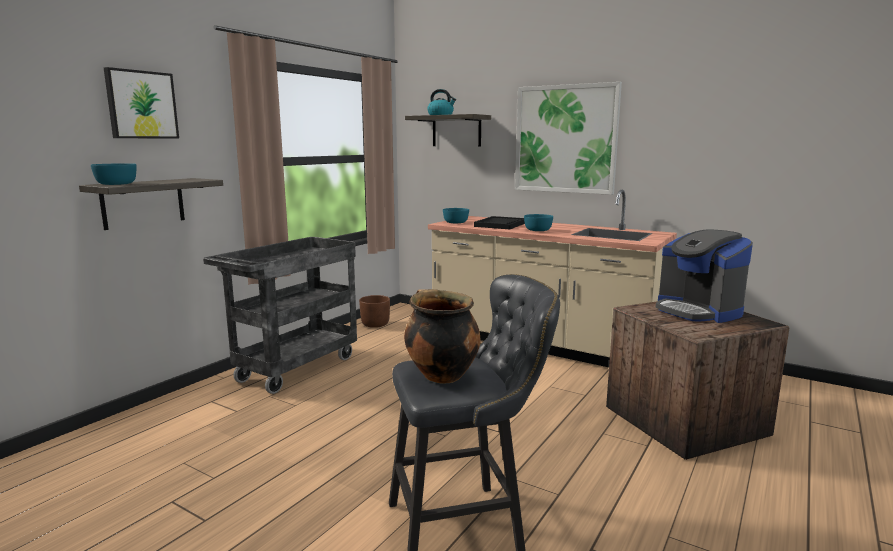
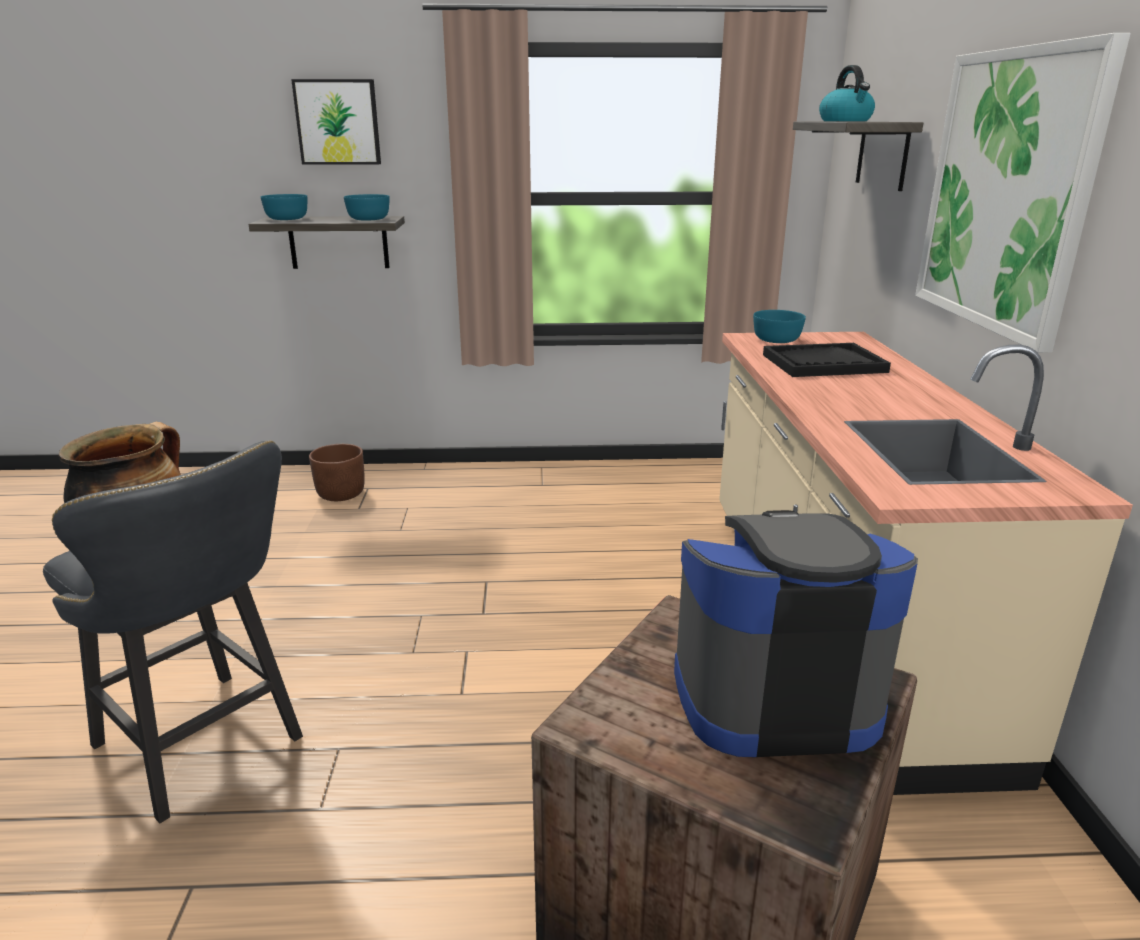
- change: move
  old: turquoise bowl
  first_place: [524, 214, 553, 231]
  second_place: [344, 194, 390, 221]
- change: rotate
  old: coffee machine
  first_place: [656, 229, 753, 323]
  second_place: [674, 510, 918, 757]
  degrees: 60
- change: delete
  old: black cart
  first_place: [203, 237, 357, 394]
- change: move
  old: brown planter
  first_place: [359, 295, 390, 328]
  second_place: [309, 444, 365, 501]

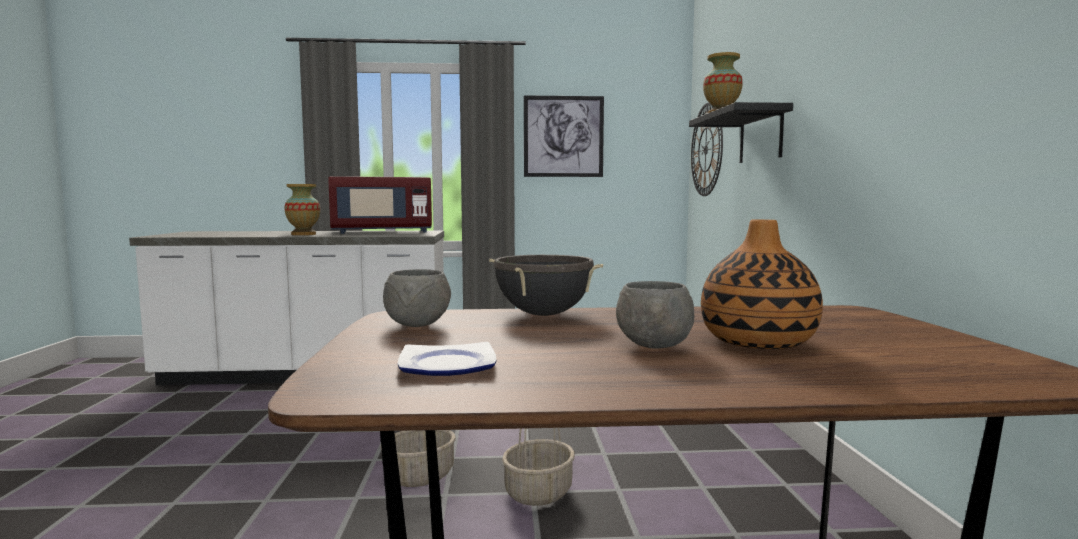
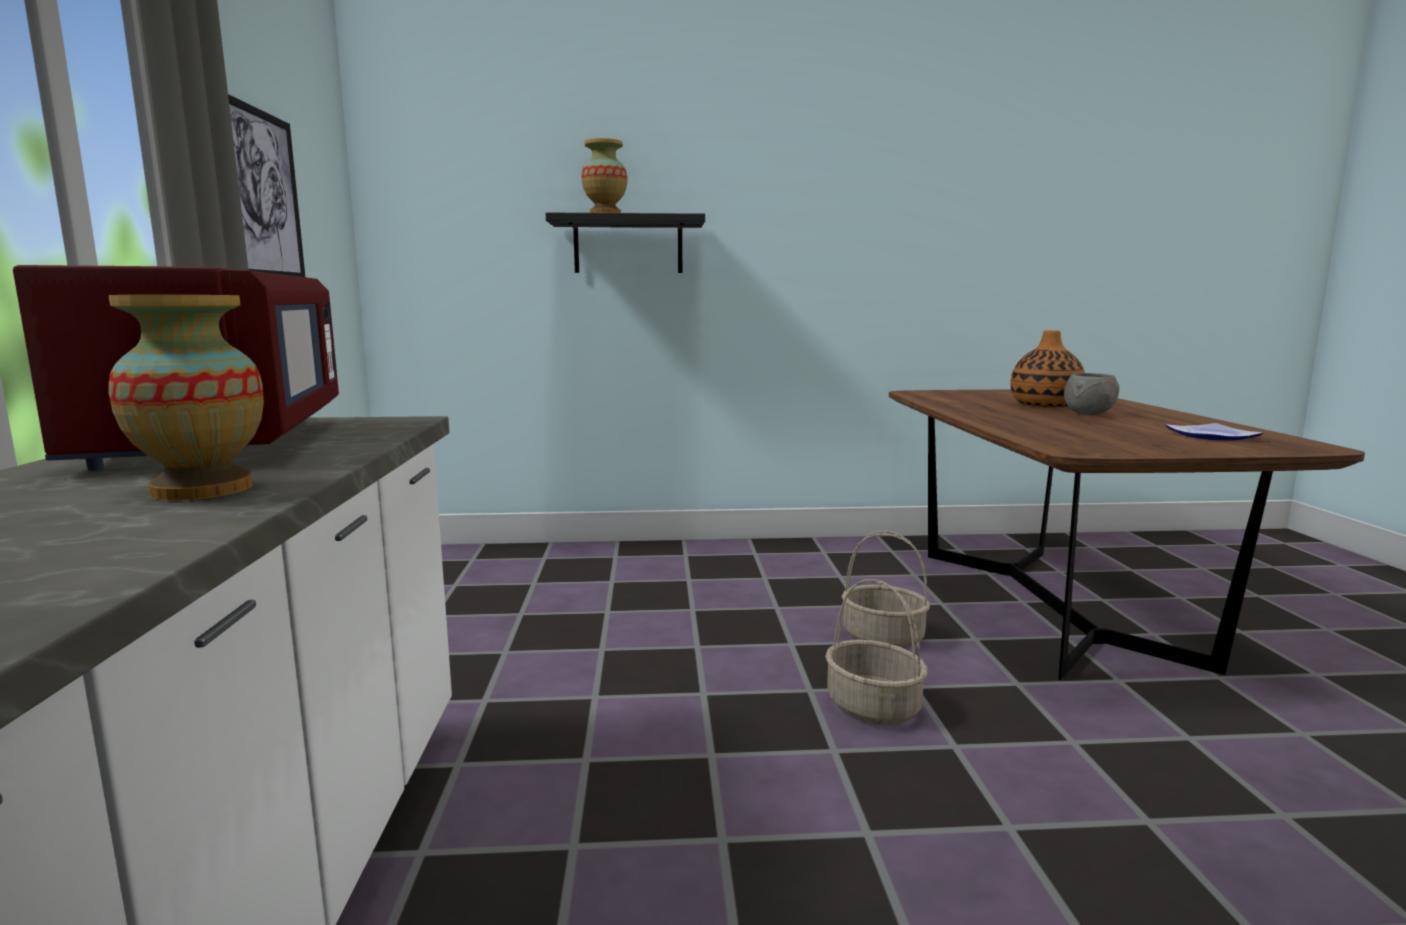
- change: delete
  old: wall clock
  first_place: [691, 102, 723, 196]
- change: delete
  old: black cooking pot
  first_place: [489, 255, 603, 316]
- change: delete
  old: grey bowl
  first_place: [383, 269, 451, 327]

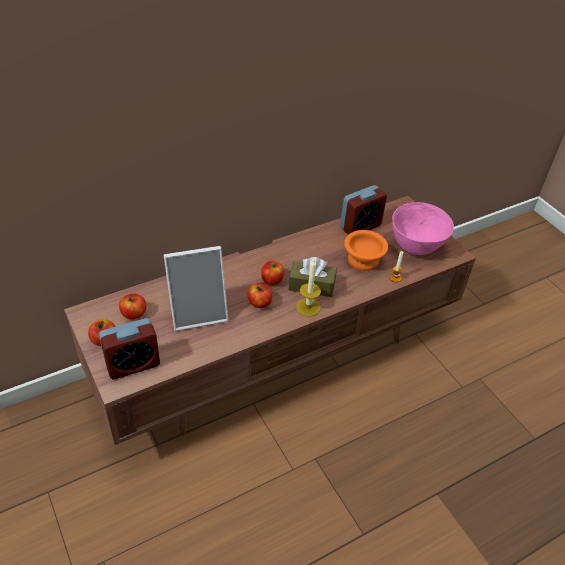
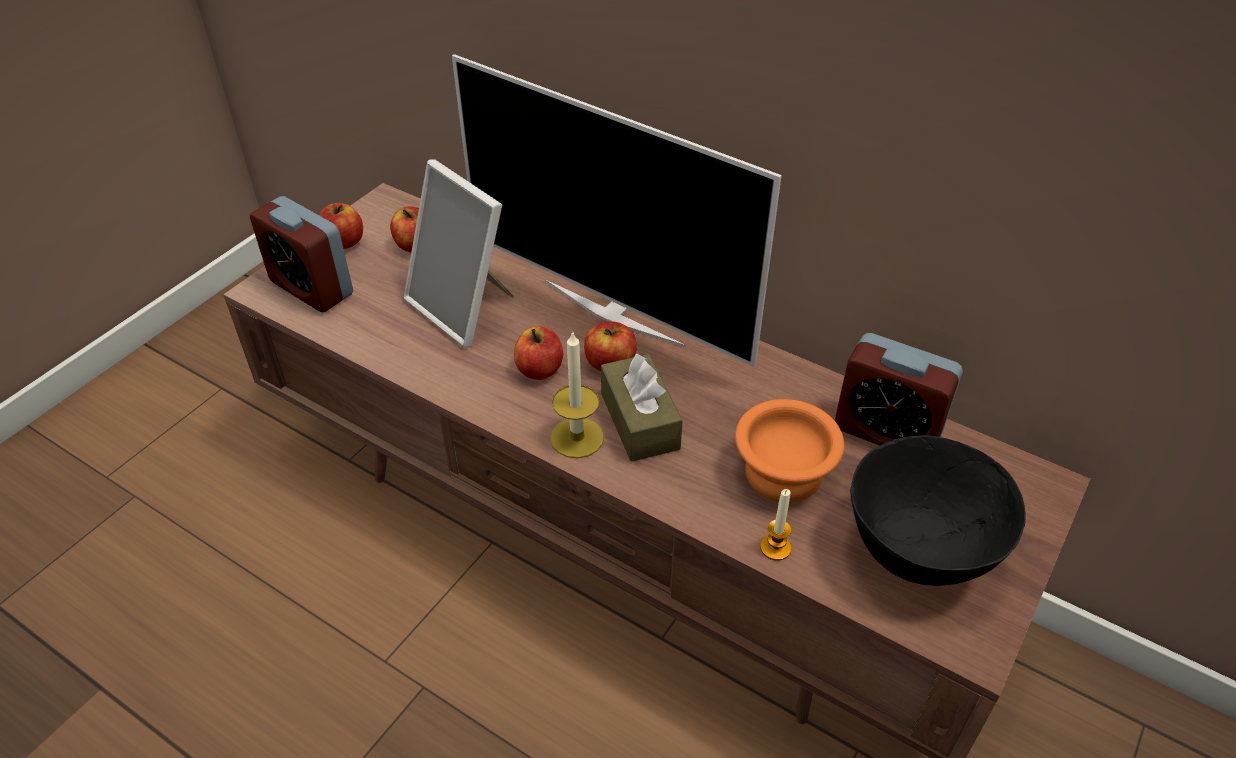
- change: recolor
  old: pink bowl
  new: black bowl
  first_place: [392, 202, 454, 255]
  second_place: [850, 435, 1026, 586]
- change: insert
  new: television
  second_place: [452, 54, 782, 367]

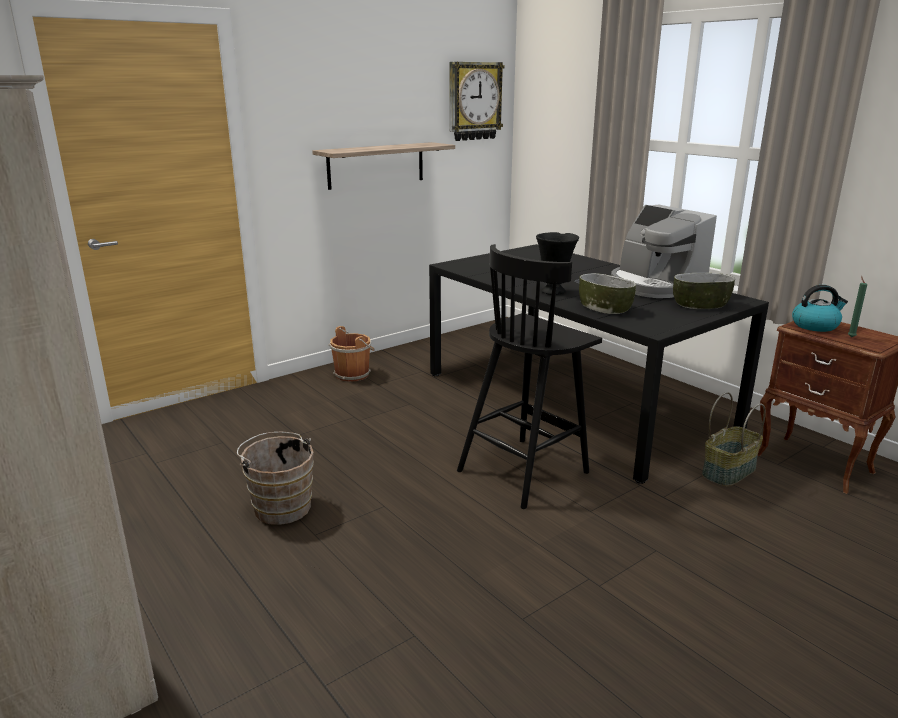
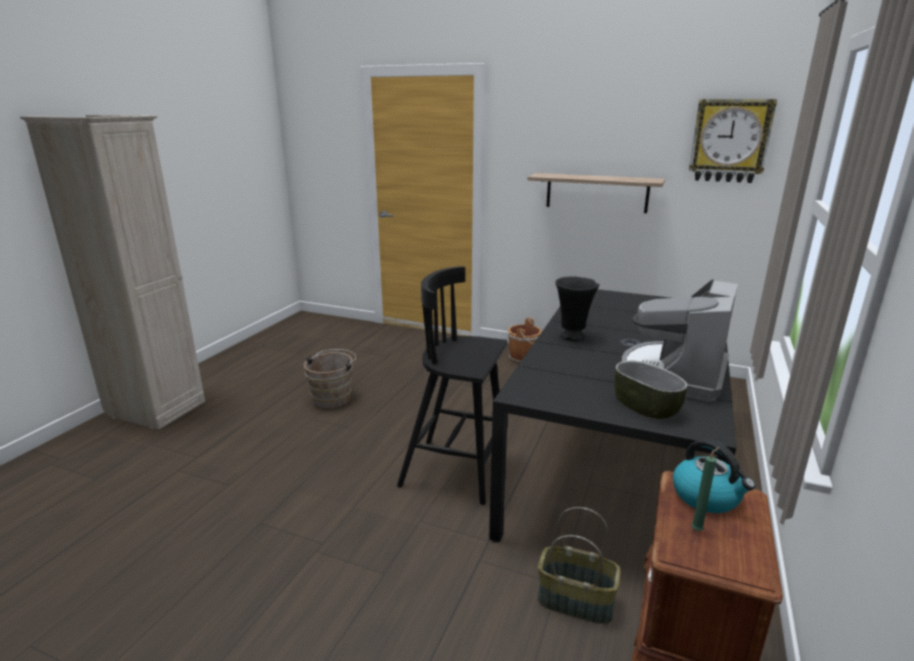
- change: delete
  old: bowl
  first_place: [579, 273, 636, 314]

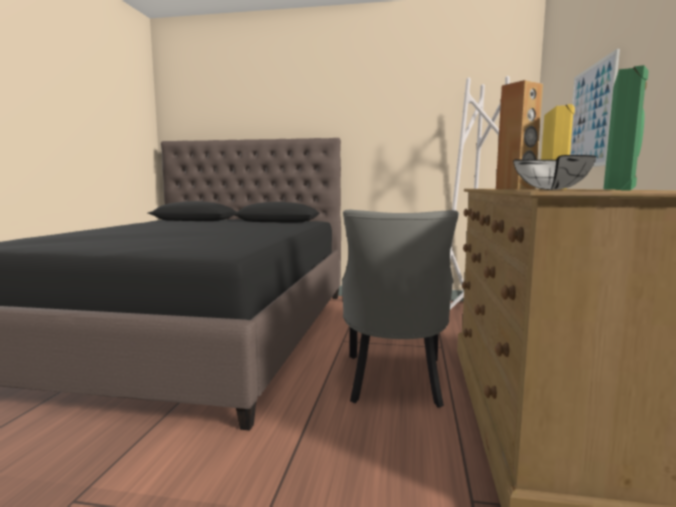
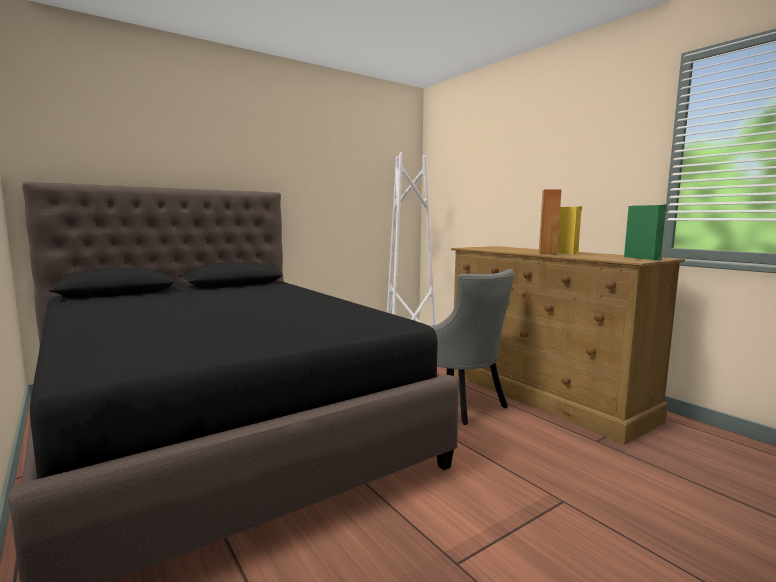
- change: delete
  old: picture
  first_place: [570, 49, 620, 167]
- change: delete
  old: white bowl
  first_place: [513, 155, 597, 190]

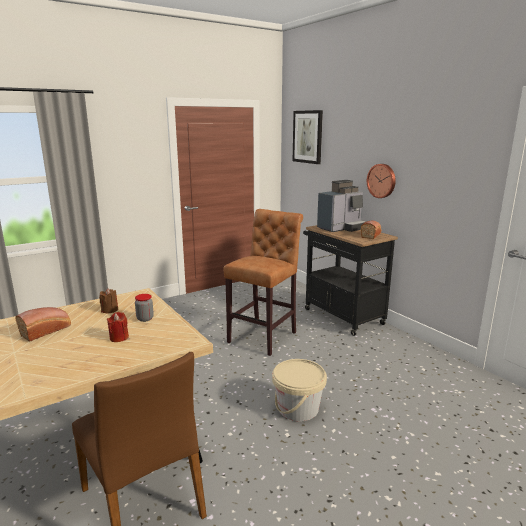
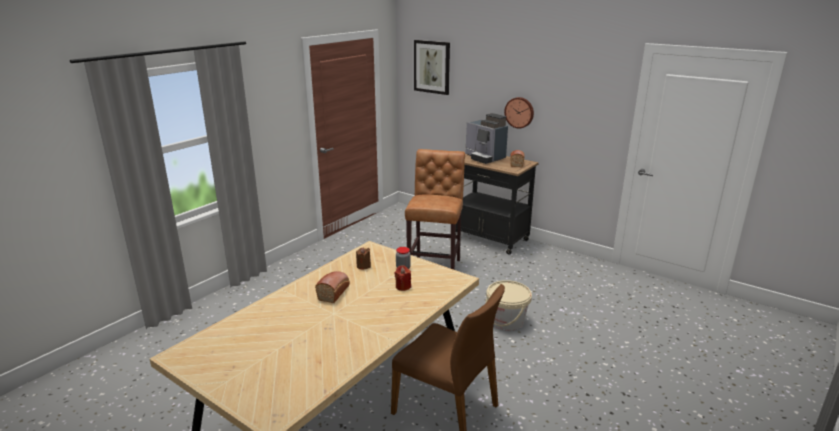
- change: rotate
  old: coffee machine
  first_place: [317, 180, 367, 232]
  second_place: [466, 113, 508, 164]
  degrees: 105

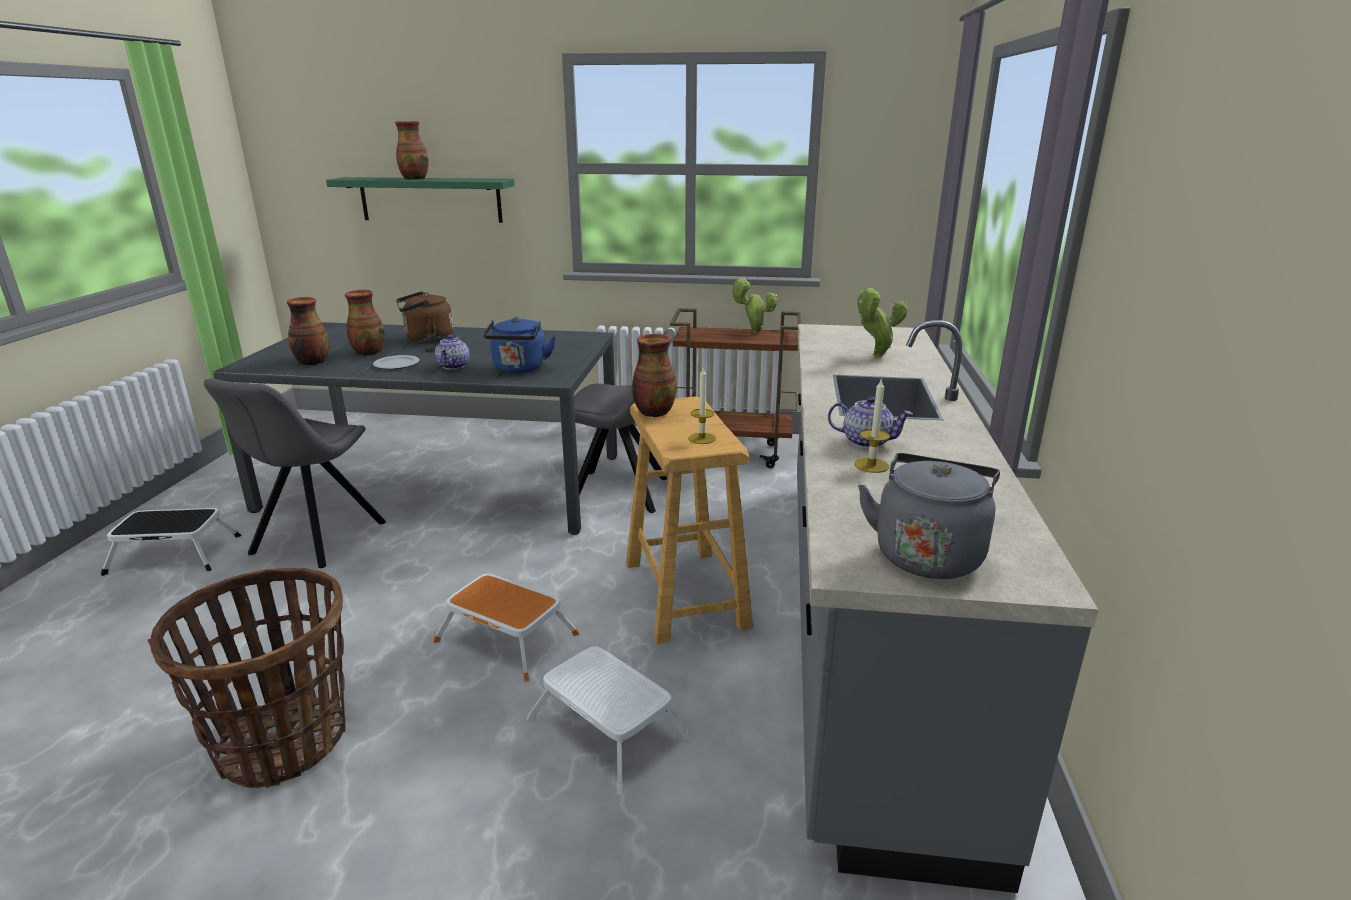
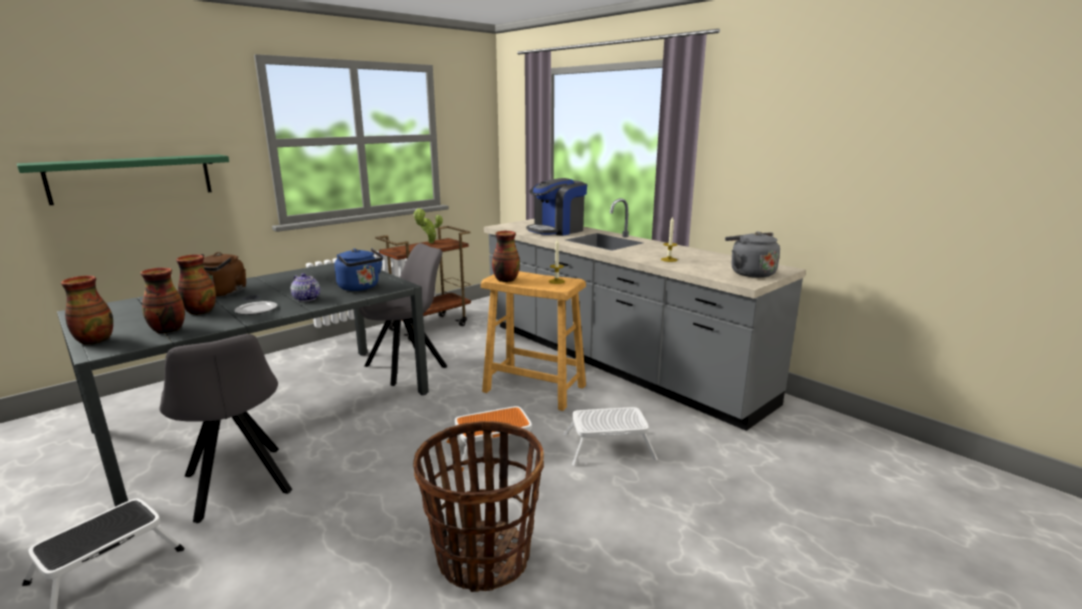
- change: move
  old: vase
  first_place: [395, 121, 429, 180]
  second_place: [61, 275, 113, 345]
- change: replace
  old: potted plant
  new: coffee machine
  first_place: [857, 288, 908, 357]
  second_place: [526, 178, 587, 236]
- change: delete
  old: teapot
  first_place: [828, 396, 913, 448]

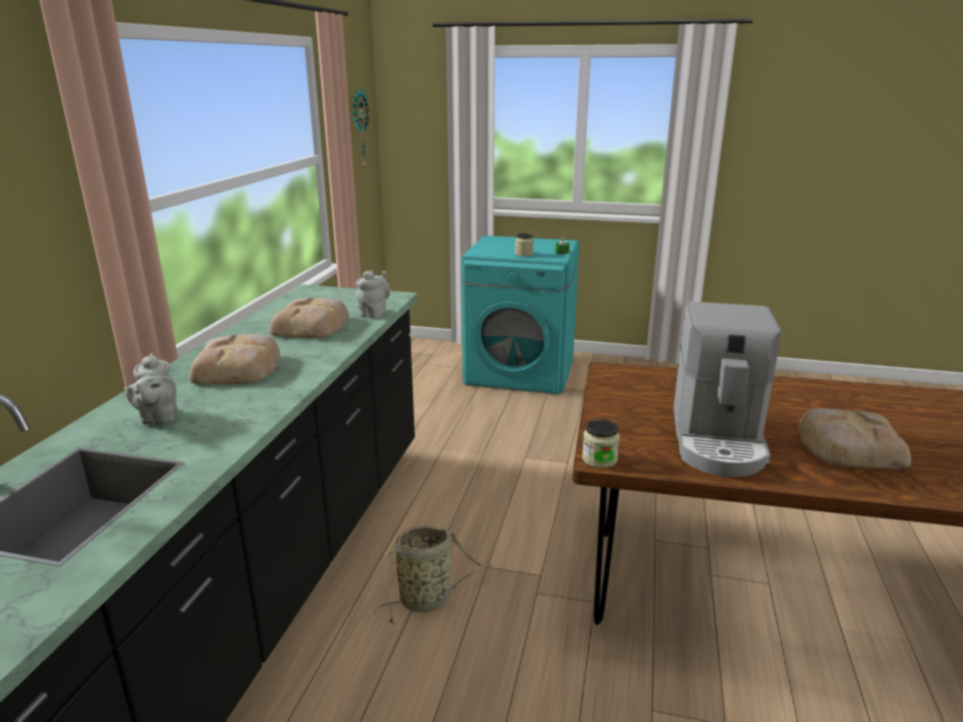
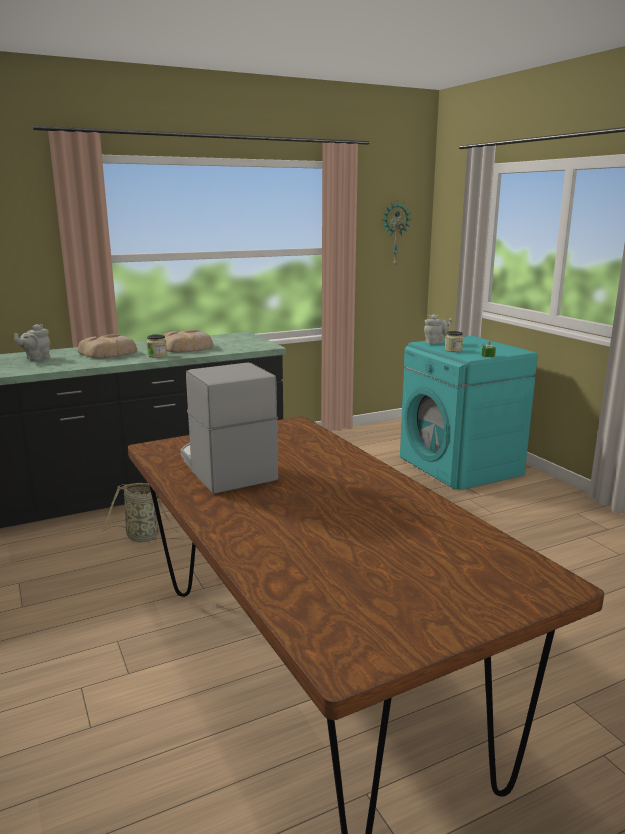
- change: move
  old: grey teapot
  first_place: [356, 270, 390, 318]
  second_place: [424, 314, 452, 344]
- change: rotate
  old: coffee machine
  first_place: [673, 302, 781, 477]
  second_place: [180, 362, 278, 494]
  degrees: 90
- change: delete
  old: bread
  first_place: [798, 408, 911, 469]
- change: move
  old: jar
  first_place: [582, 419, 620, 468]
  second_place: [147, 334, 167, 358]

